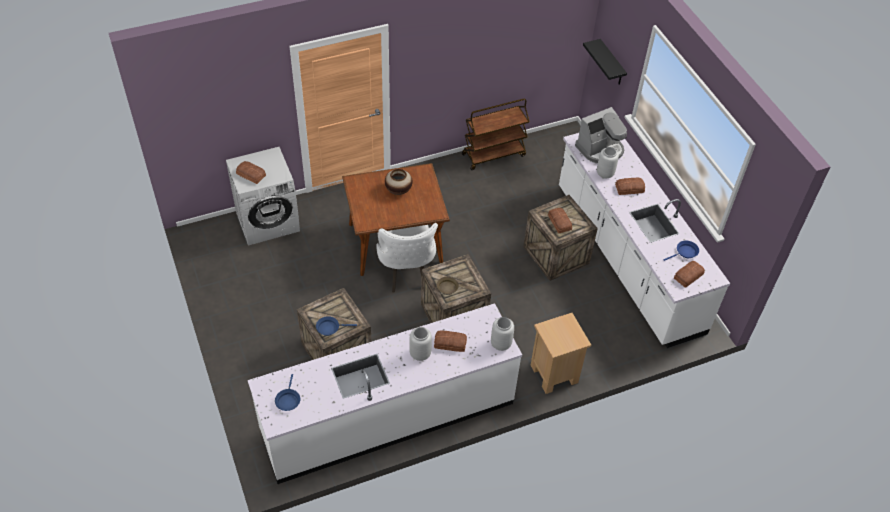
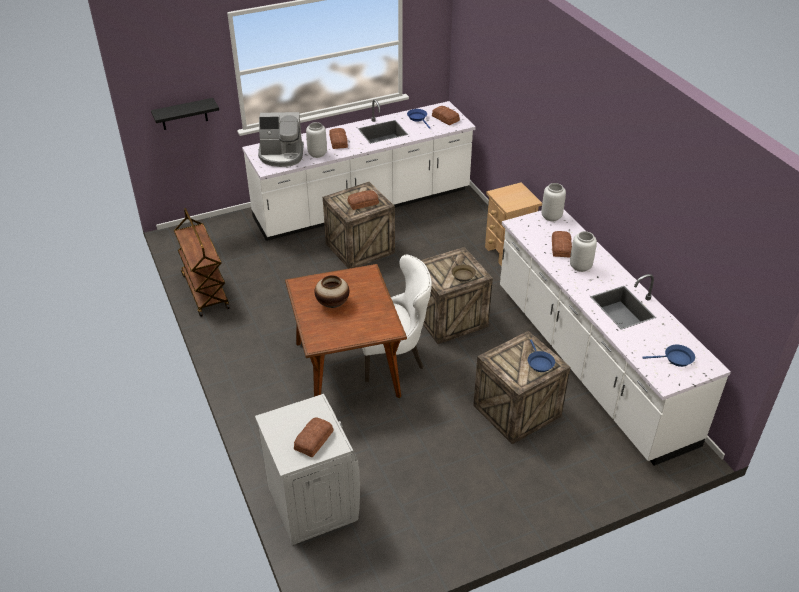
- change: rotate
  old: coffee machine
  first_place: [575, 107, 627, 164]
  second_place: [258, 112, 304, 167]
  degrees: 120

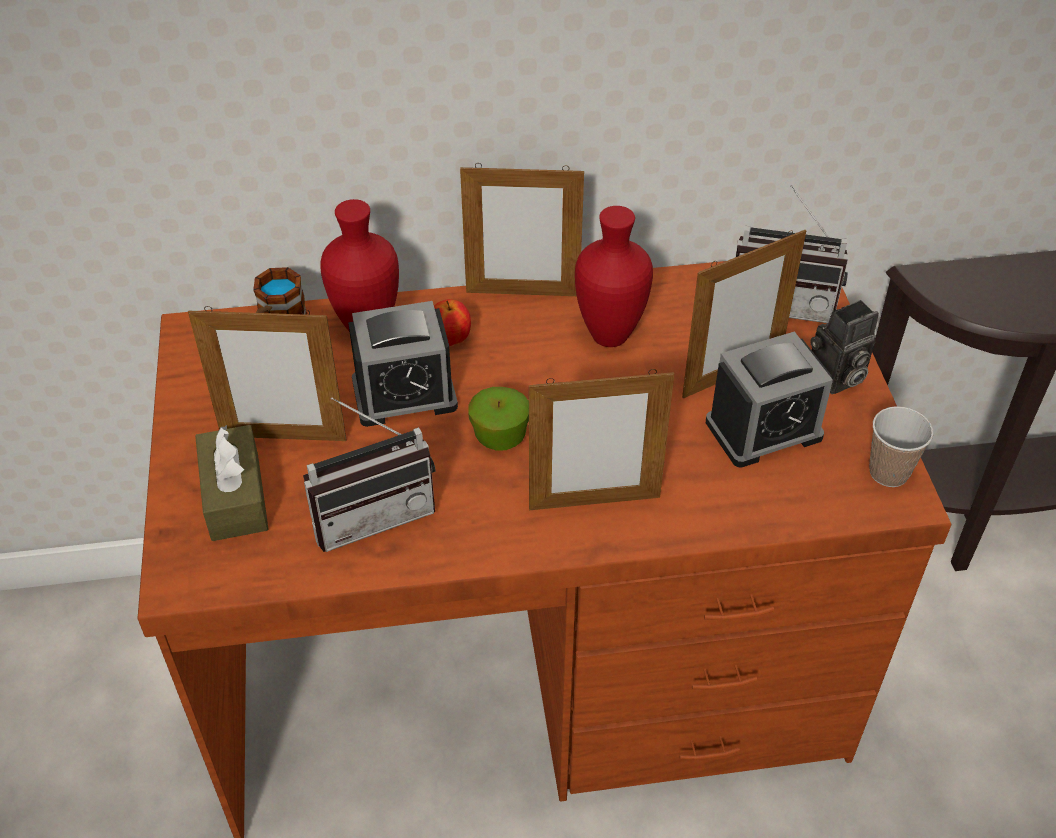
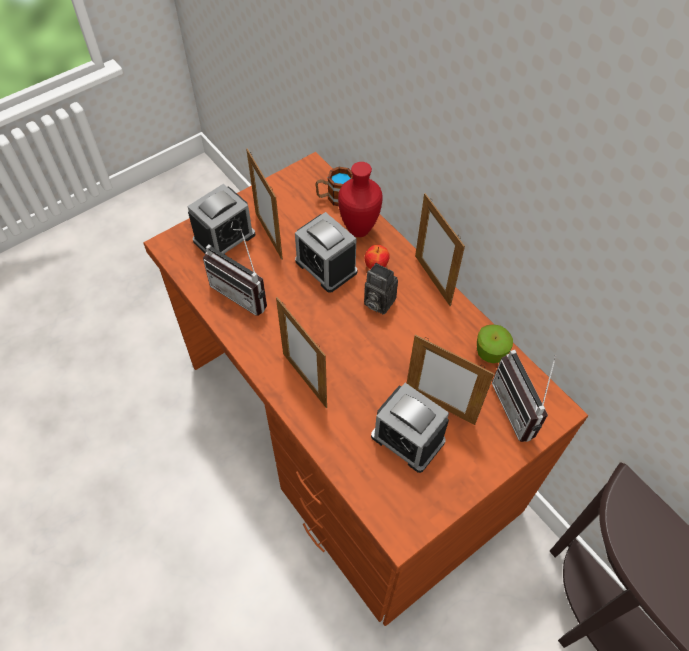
- change: delete
  old: red vase
  first_place: [575, 206, 653, 347]
- change: move
  old: photo camera
  first_place: [810, 300, 879, 394]
  second_place: [364, 263, 398, 315]
- change: move
  old: apple
  first_place: [468, 387, 529, 450]
  second_place: [477, 324, 513, 363]
- change: delete
  old: cup
  first_place: [869, 406, 933, 487]
- change: replace
  old: brown tissue box
  new: alarm clock
  first_place: [195, 425, 269, 541]
  second_place: [187, 184, 255, 254]

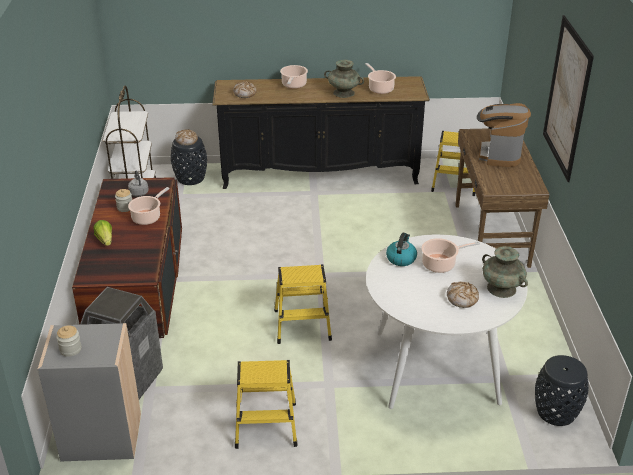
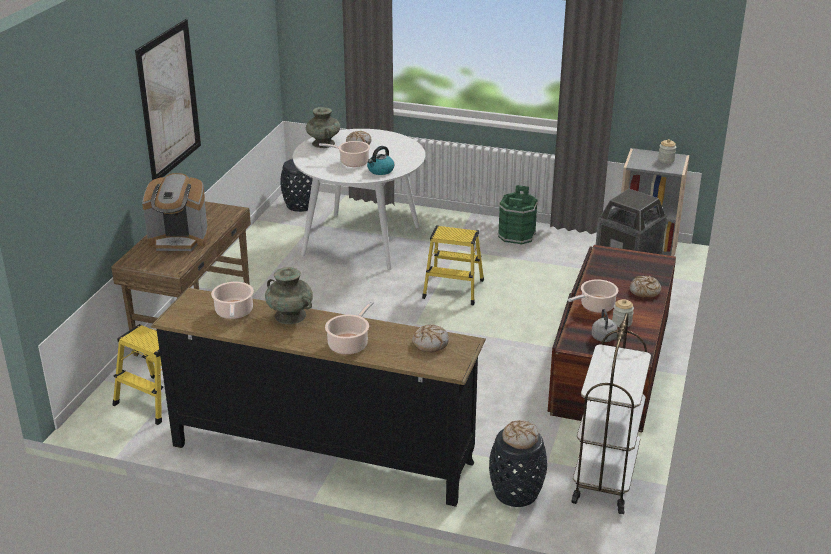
- change: rotate
  old: coffee machine
  first_place: [477, 103, 531, 167]
  second_place: [142, 173, 208, 251]
  degrees: 60
- change: replace
  old: lettuce
  new: bread
  first_place: [94, 220, 112, 246]
  second_place: [630, 276, 661, 298]
- change: replace
  old: yellow step ladder
  new: green bucket
  first_place: [235, 360, 298, 449]
  second_place: [497, 185, 538, 245]

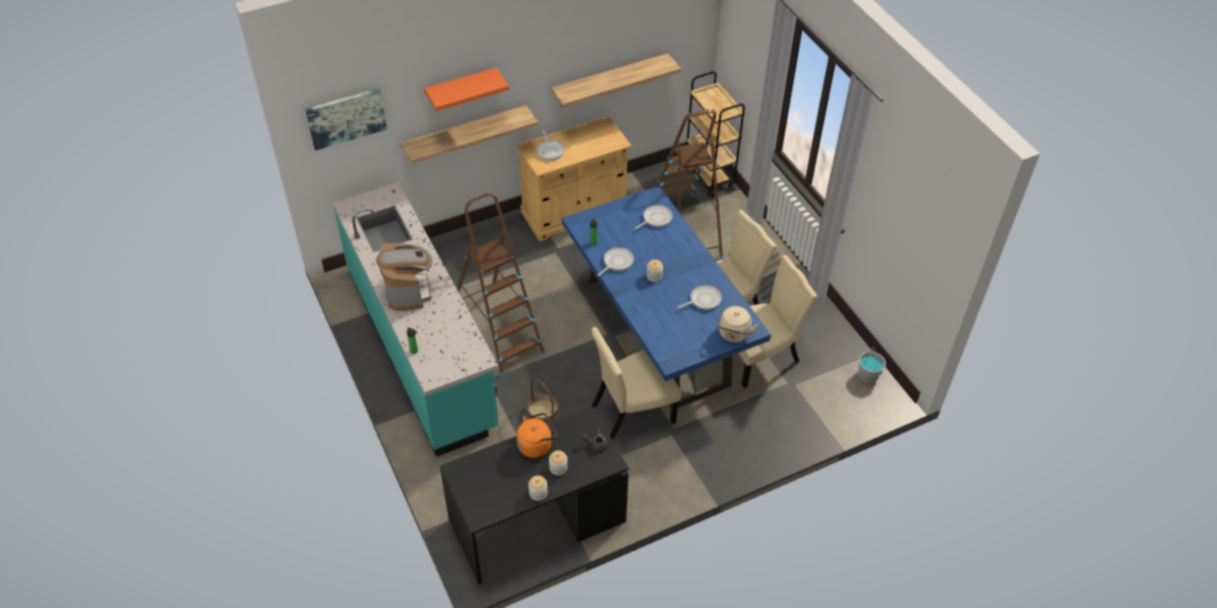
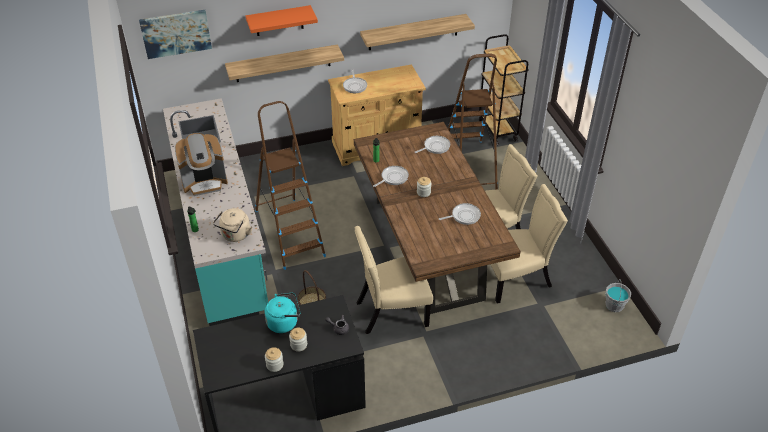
- change: recolor
  old: blue dining table
  new: brown dining table
  first_place: [562, 186, 771, 409]
  second_place: [354, 122, 521, 314]
- change: rotate
  old: coffee machine
  first_place: [377, 243, 433, 311]
  second_place: [175, 133, 228, 196]
  degrees: 75
- change: move
  old: beige kettle
  first_place: [718, 306, 758, 342]
  second_place: [213, 208, 252, 242]
- change: recolor
  old: orange kettle
  new: turquoise kettle
  first_place: [517, 413, 557, 458]
  second_place: [265, 293, 300, 333]

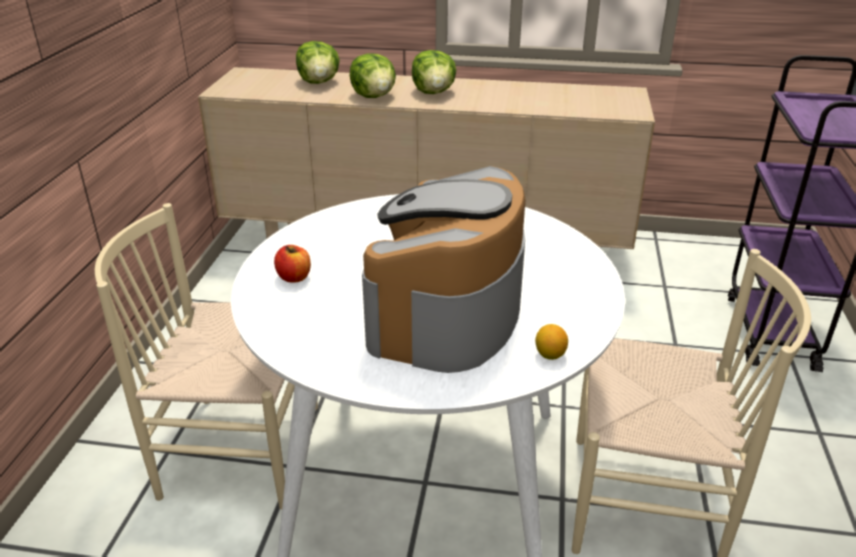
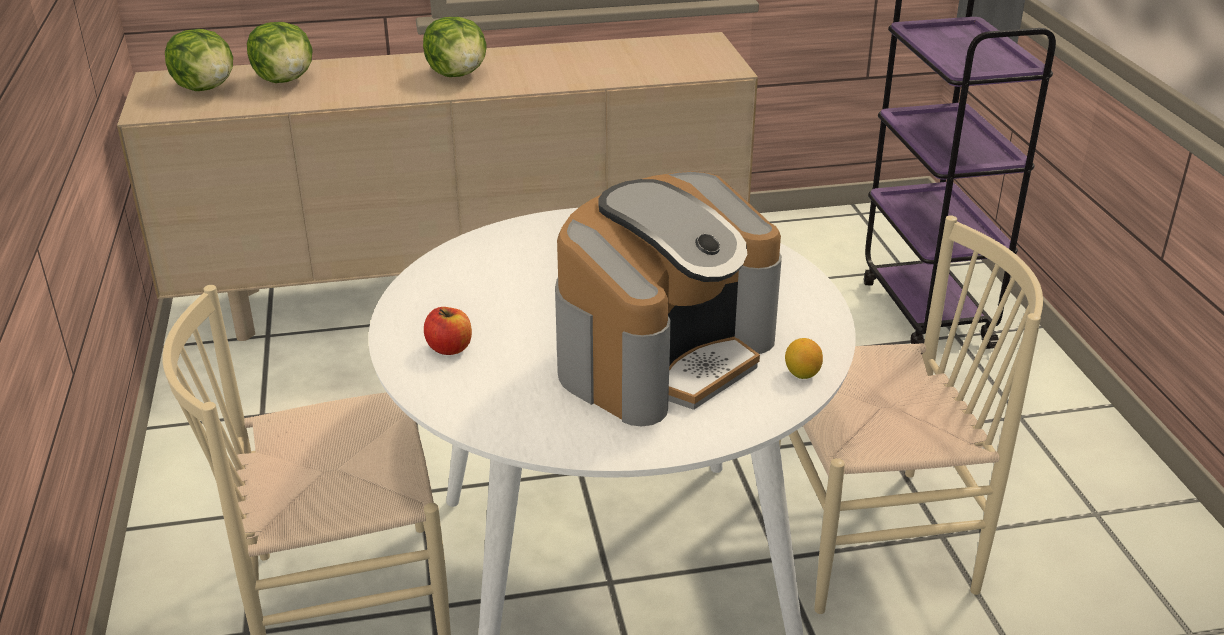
- change: move
  old: lettuce
  first_place: [350, 54, 396, 98]
  second_place: [165, 29, 233, 91]
- change: rotate
  old: coffee machine
  first_place: [362, 166, 525, 373]
  second_place: [555, 171, 782, 426]
  degrees: -135

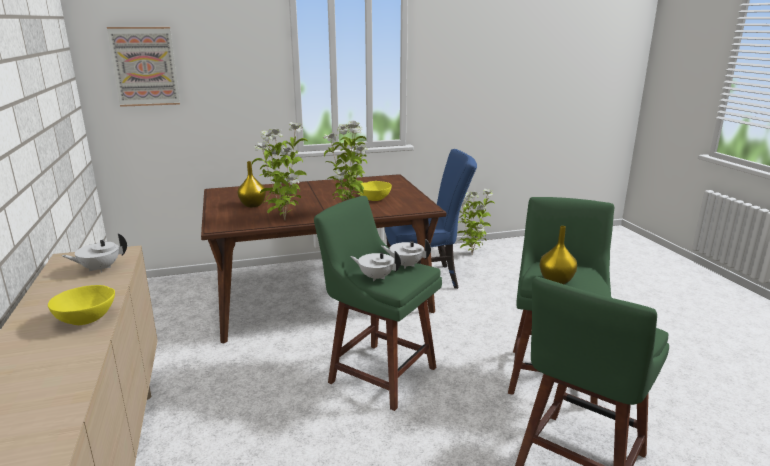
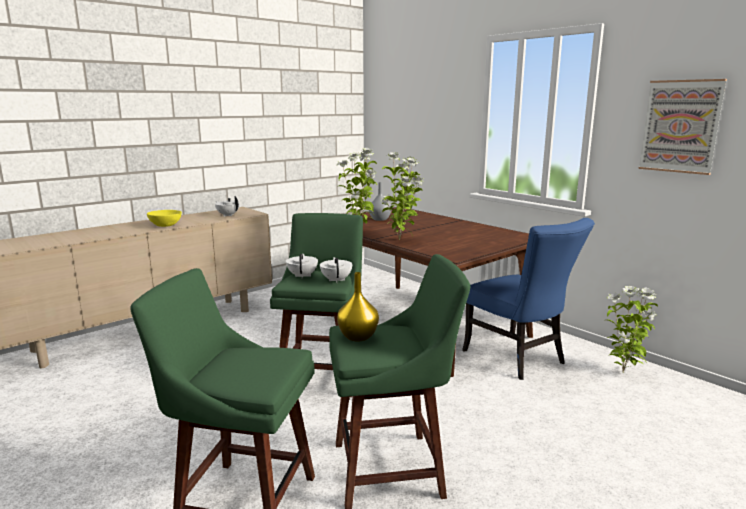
- change: move
  old: picture
  first_place: [107, 27, 180, 107]
  second_place: [638, 79, 727, 175]
- change: recolor
  old: yellow vase
  new: grey vase
  first_place: [238, 161, 266, 207]
  second_place: [369, 182, 391, 221]
- change: delete
  old: yellow bowl
  first_place: [360, 181, 392, 201]

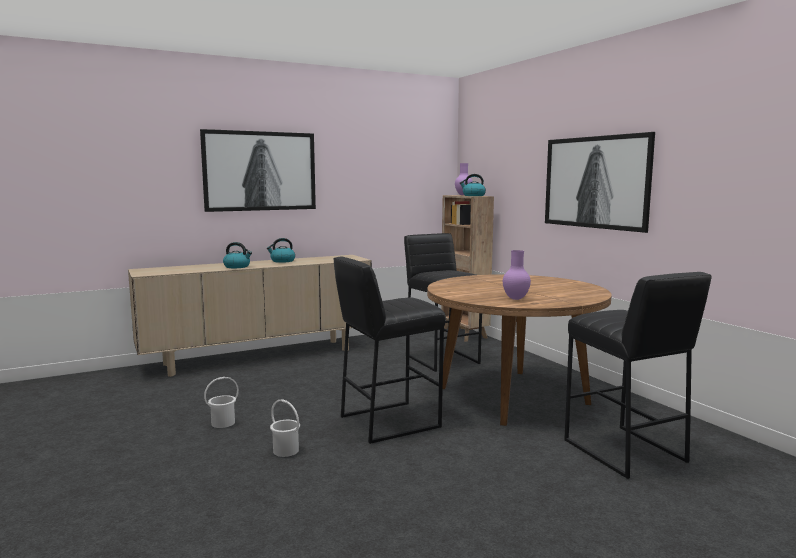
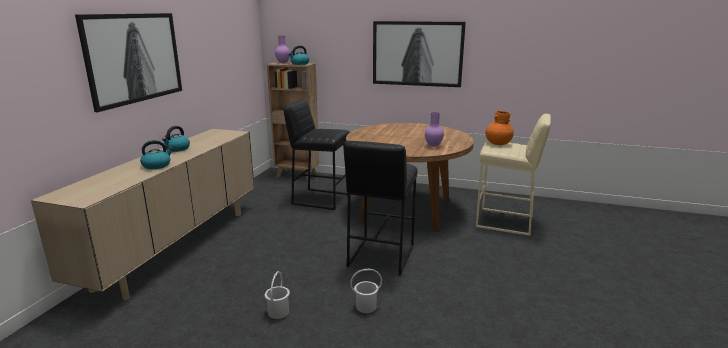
- change: recolor
  old: black stool
  new: beige stool
  first_place: [564, 272, 712, 479]
  second_place: [476, 113, 551, 236]
- change: insert
  new: orange vase
  second_place: [485, 111, 514, 145]

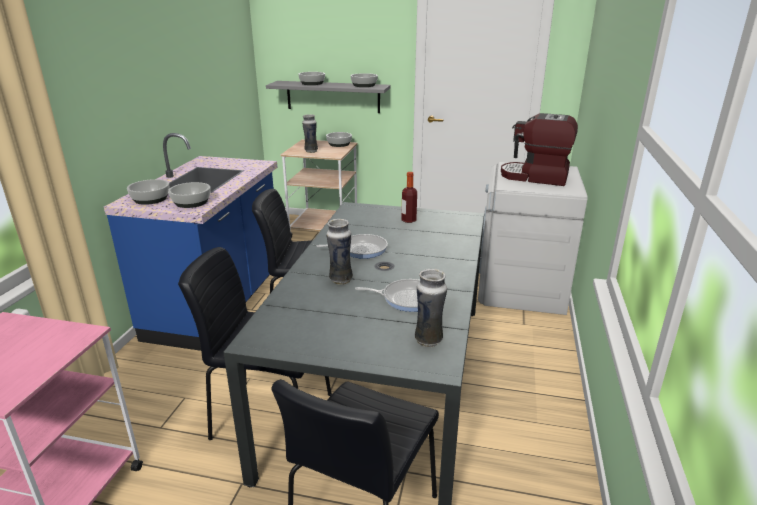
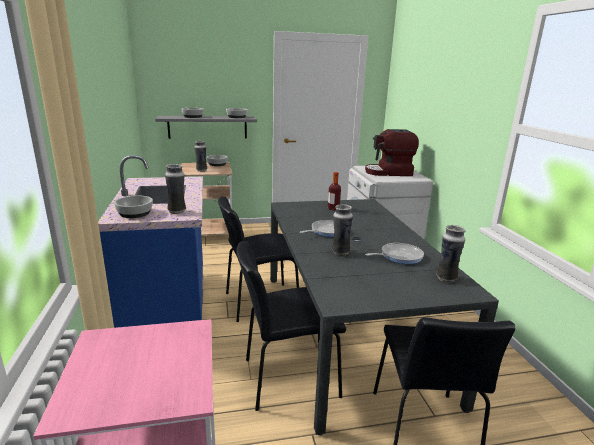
- change: replace
  old: bowl
  new: vase
  first_place: [168, 182, 211, 208]
  second_place: [165, 164, 186, 214]

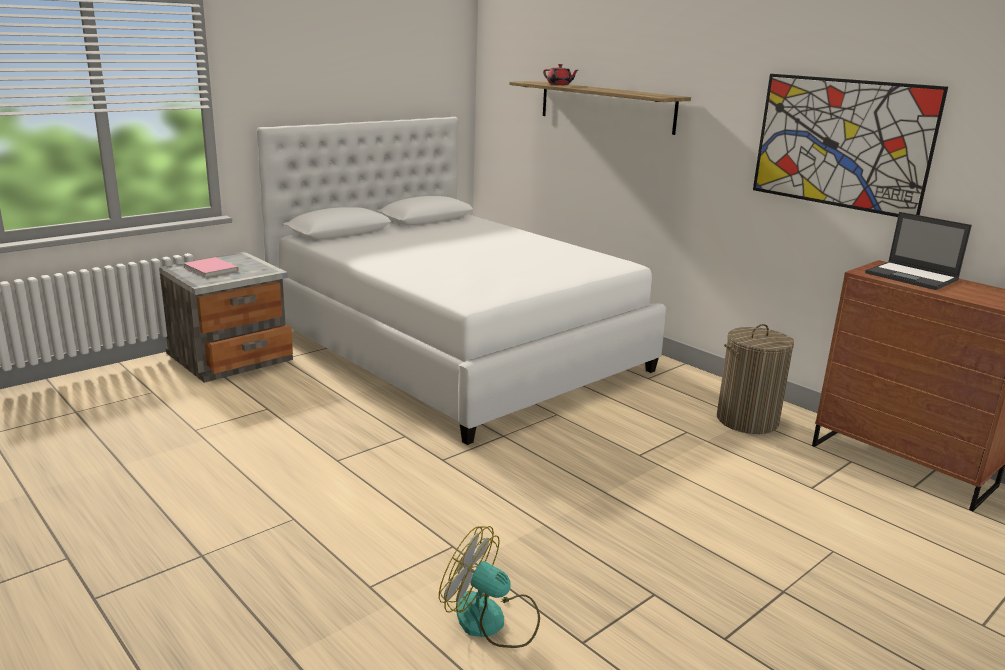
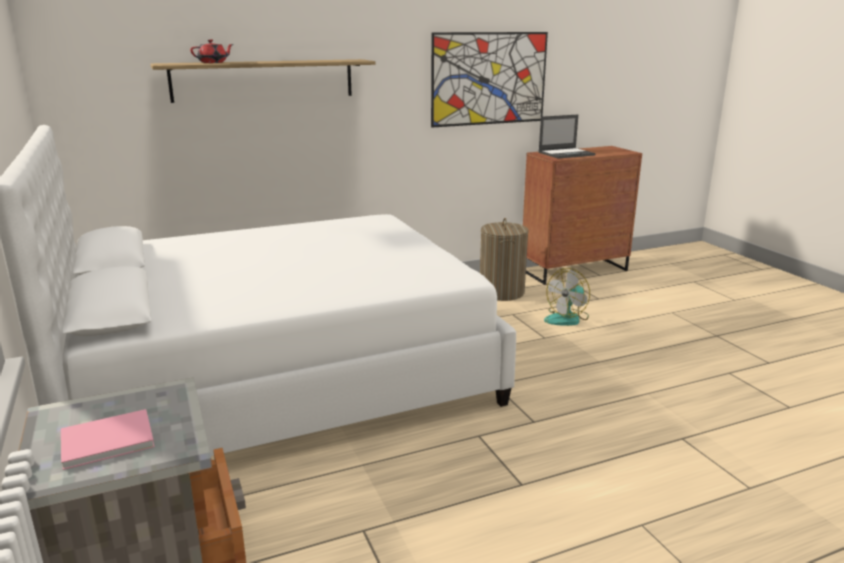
- change: move
  old: fan
  first_place: [439, 526, 540, 648]
  second_place: [544, 268, 590, 326]

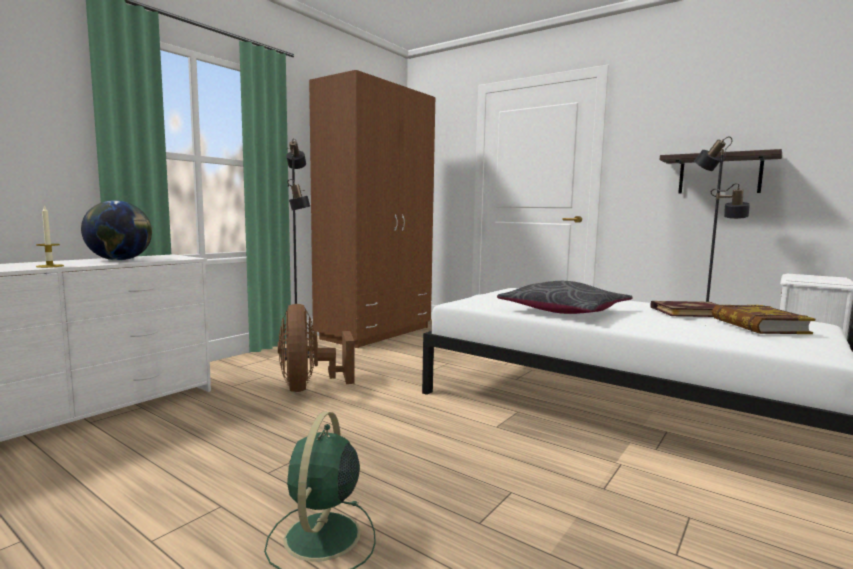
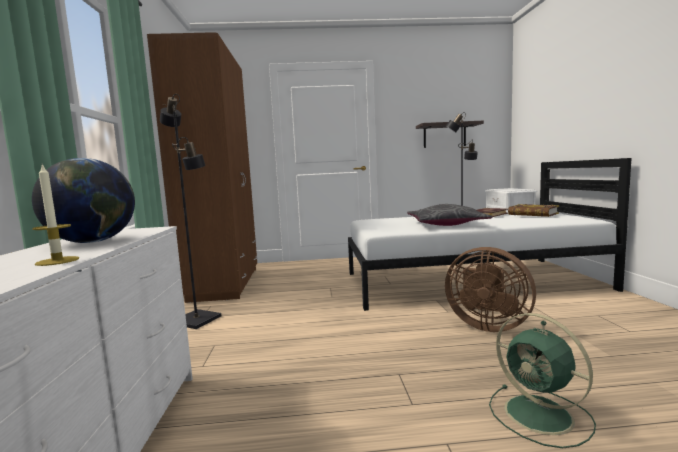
- change: move
  old: brown fan
  first_place: [278, 304, 355, 392]
  second_place: [445, 247, 536, 332]

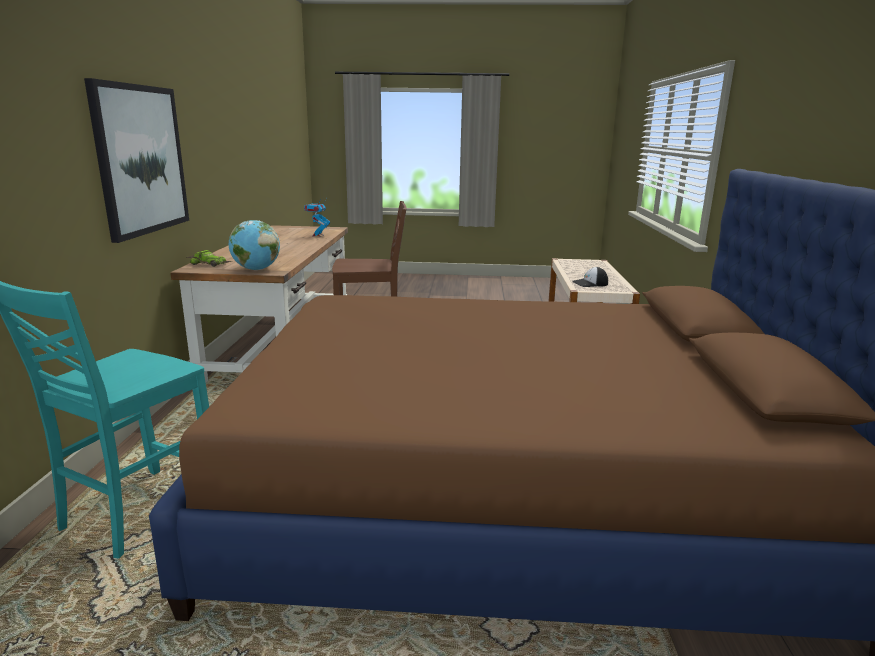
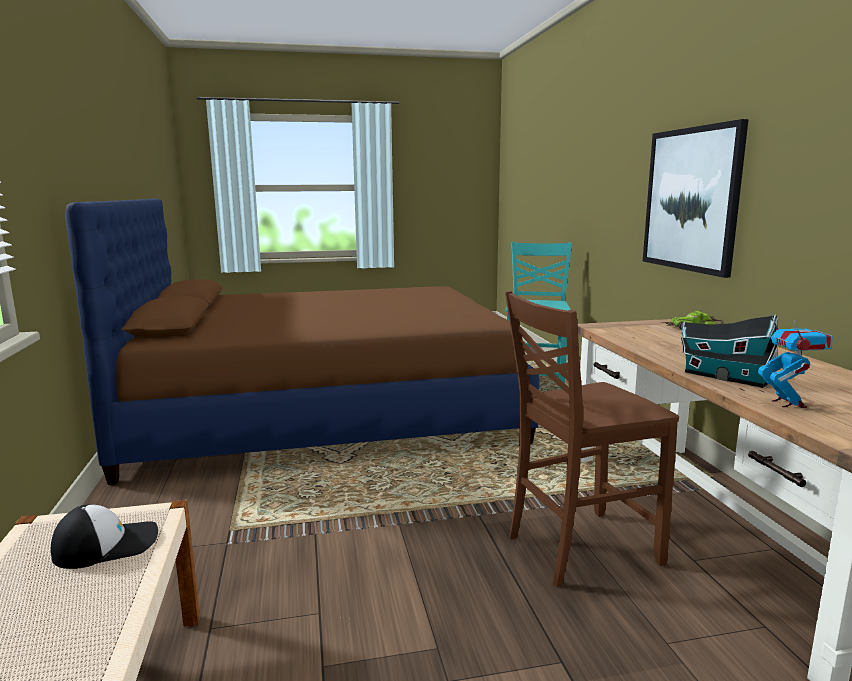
- change: delete
  old: globe
  first_place: [229, 220, 280, 270]
- change: insert
  new: toy house
  second_place: [681, 314, 778, 388]

